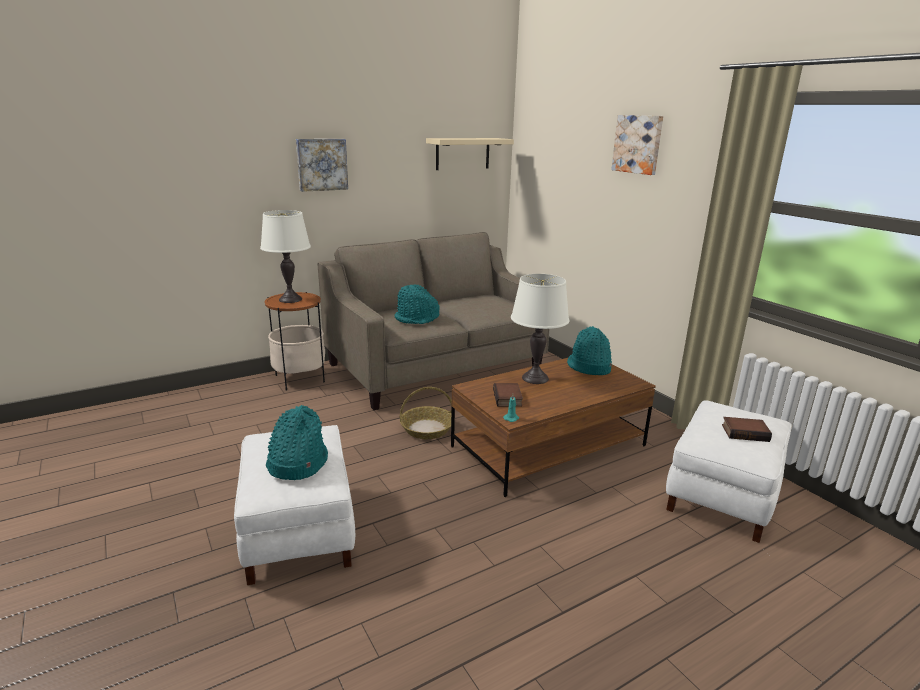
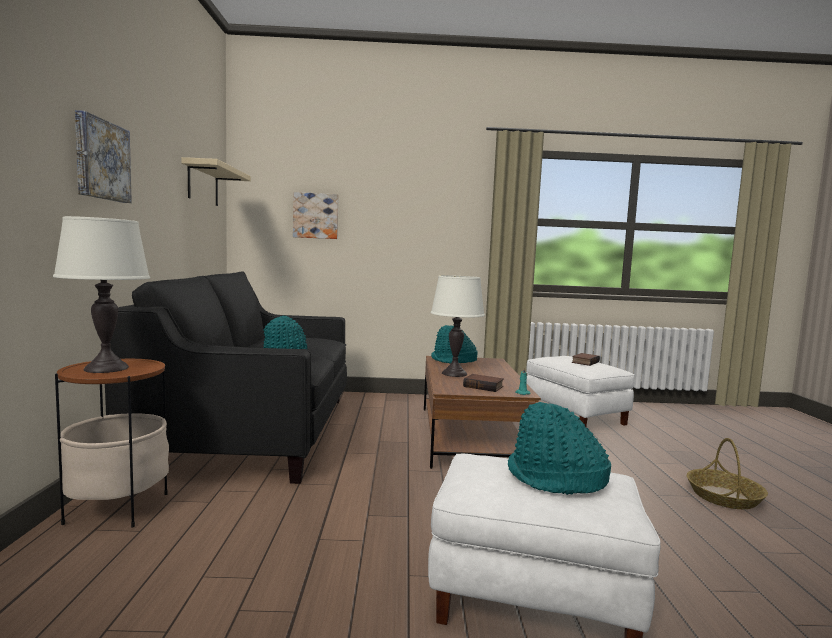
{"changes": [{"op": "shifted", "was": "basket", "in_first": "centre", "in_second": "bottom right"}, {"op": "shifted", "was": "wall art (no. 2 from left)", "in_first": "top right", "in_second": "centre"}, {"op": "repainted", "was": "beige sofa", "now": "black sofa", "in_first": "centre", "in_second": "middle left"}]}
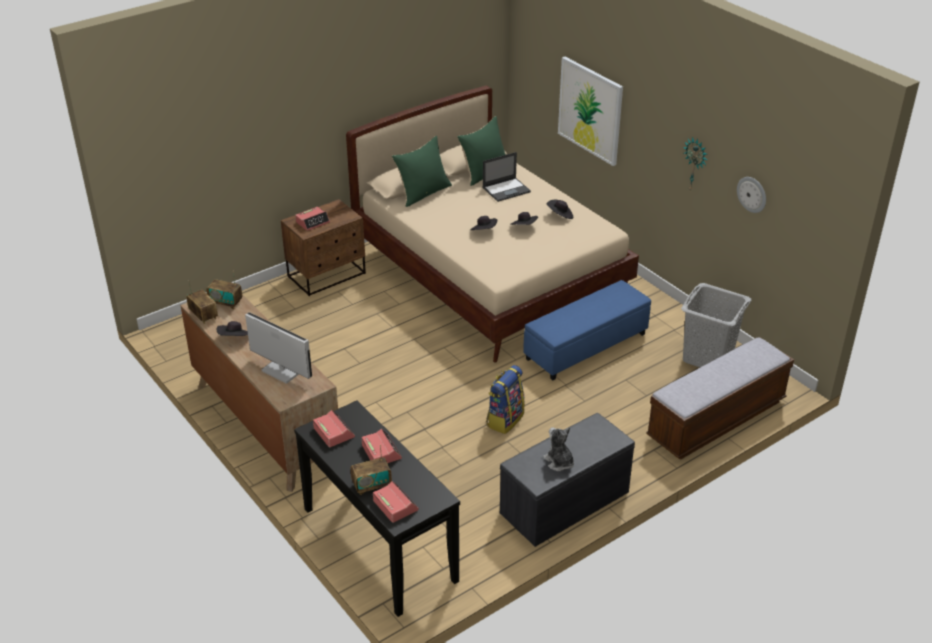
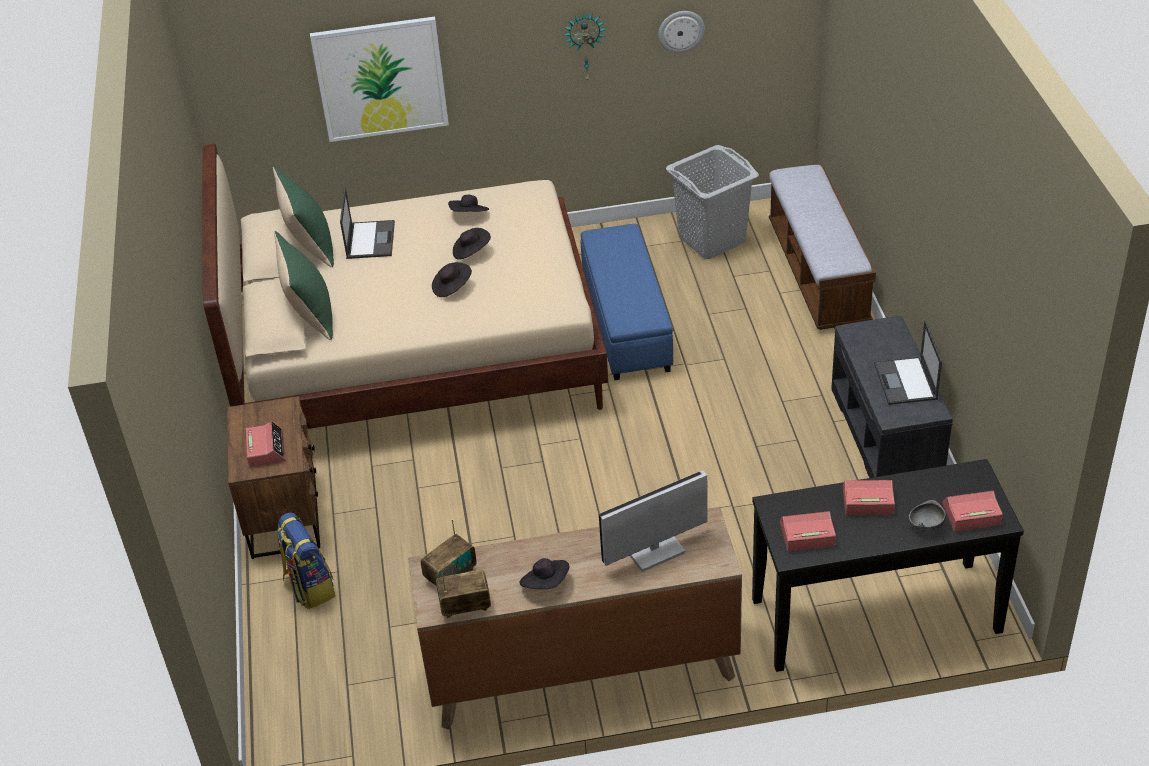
{"changes": [{"op": "shifted", "was": "backpack", "in_first": "centre", "in_second": "bottom left"}, {"op": "swapped", "was": "radio (no. 3 from left)", "now": "greyish deep dish", "in_first": "bottom centre", "in_second": "bottom right"}, {"op": "swapped", "was": "cuddly toy", "now": "portable computer (no. 2 from left)", "in_first": "bottom centre", "in_second": "middle right"}]}
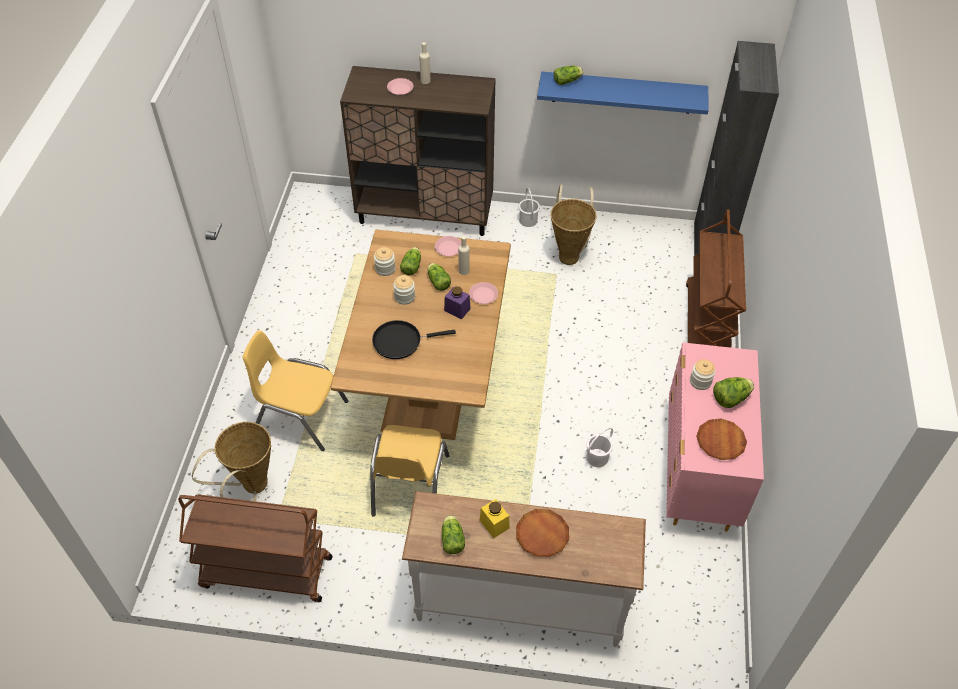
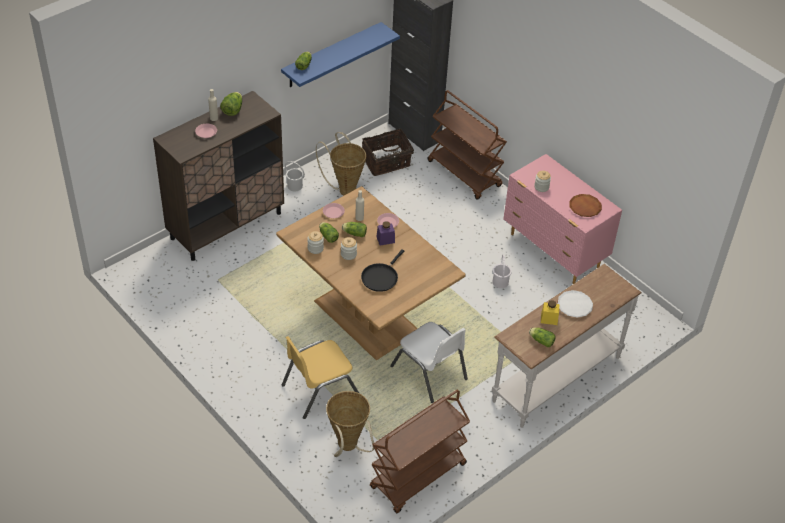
{"changes": [{"op": "new", "now": "basket (no. 3 from left)", "in_second": "top centre"}, {"op": "shifted", "was": "head of lettuce (no. 5 from left in the first image)", "now": "head of lettuce (no. 1 from left)", "in_first": "middle right", "in_second": "top left"}, {"op": "repainted", "was": "yellow-coloured plain chair (no. 2 from left)", "now": "white plain chair", "in_first": "bottom centre", "in_second": "bottom centre"}, {"op": "repainted", "was": "brownish flat dish (no. 1 from left)", "now": "white flat dish", "in_first": "bottom centre", "in_second": "middle right"}]}
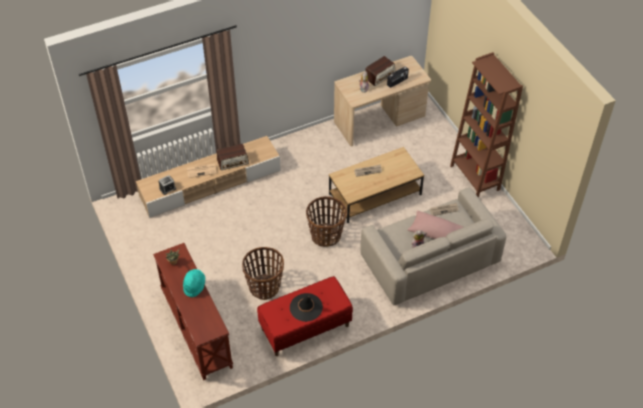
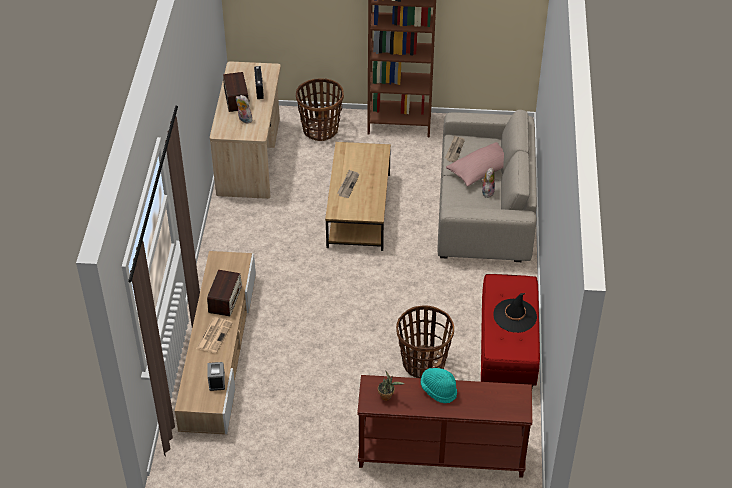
{"changes": [{"op": "shifted", "was": "basket (no. 2 from left in the first image)", "now": "basket (no. 1 from left)", "in_first": "centre", "in_second": "top centre"}]}
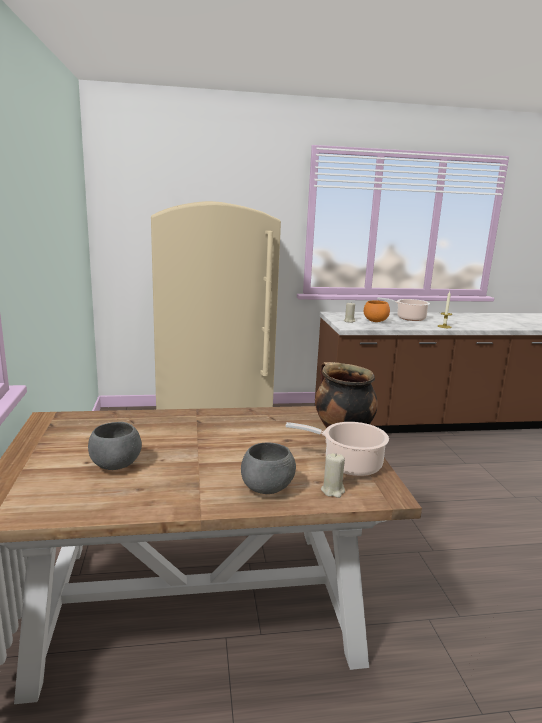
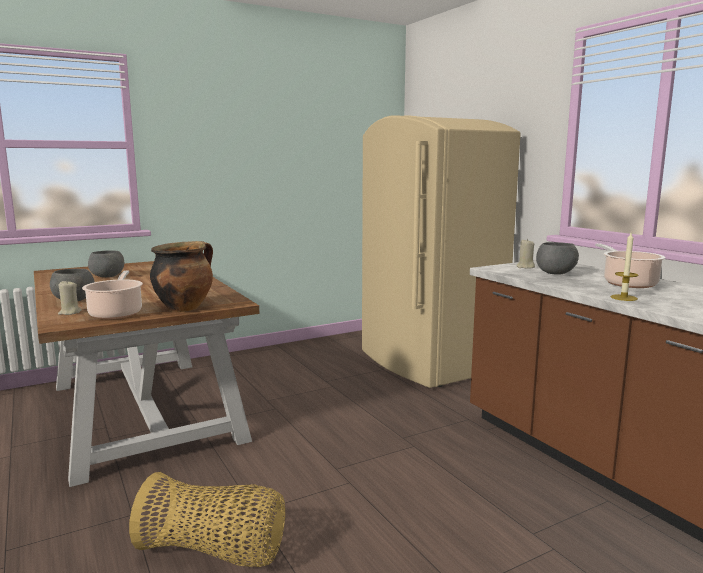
{"changes": [{"op": "new", "now": "basket", "in_second": "bottom left"}, {"op": "repainted", "was": "orange-coloured deep dish", "now": "greyish deep dish (no. 3 from left)", "in_first": "middle right", "in_second": "middle right"}]}
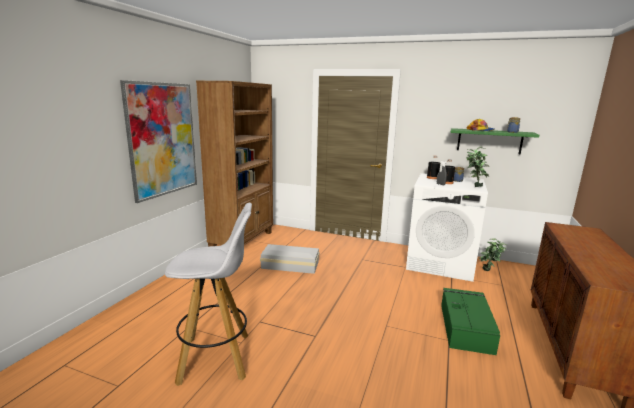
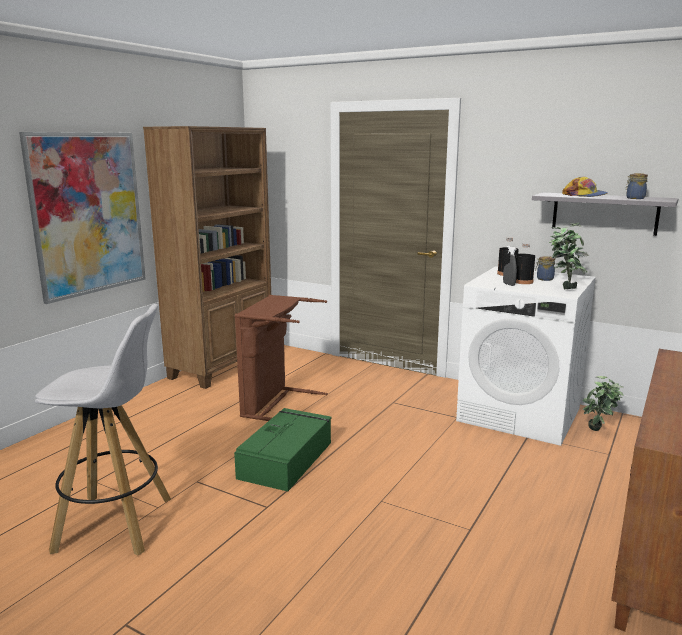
{"changes": [{"op": "shifted", "was": "green-coloured storage container", "in_first": "bottom right", "in_second": "bottom centre"}, {"op": "swapped", "was": "white storage container", "now": "brownish washing basket", "in_first": "centre", "in_second": "centre"}, {"op": "repainted", "was": "green-coloured shelf", "now": "greyish shelf", "in_first": "middle right", "in_second": "middle right"}]}
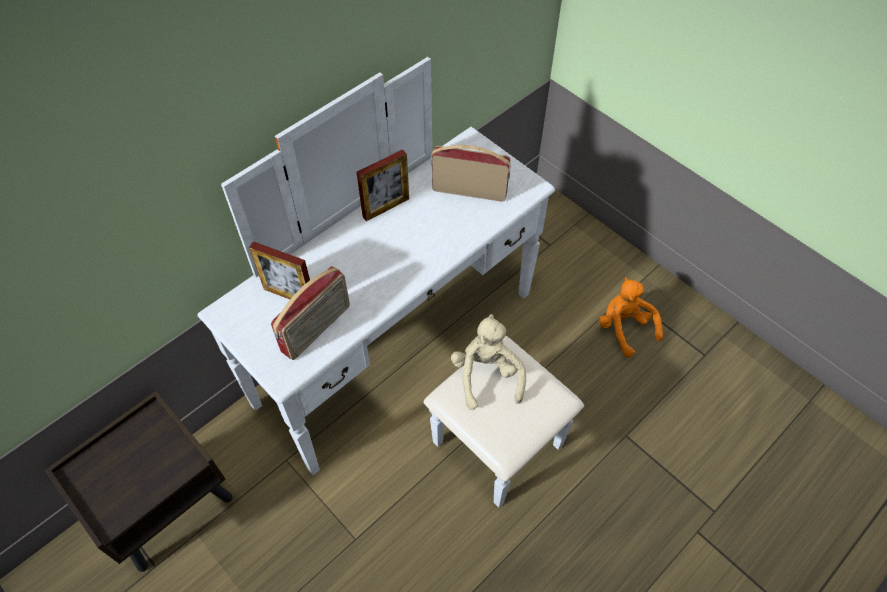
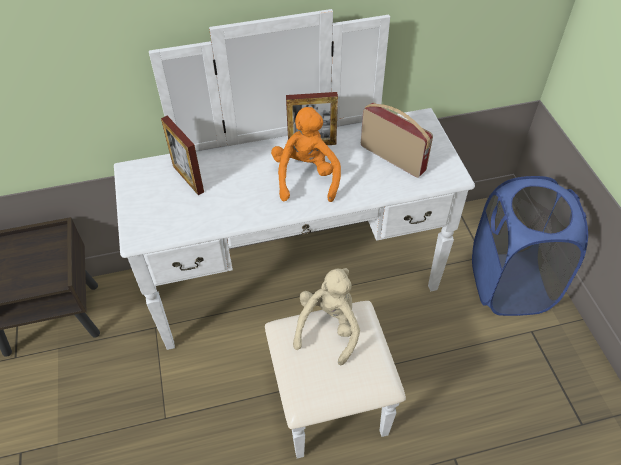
{"changes": [{"op": "gone", "was": "radio (no. 1 from left)", "in_first": "centre"}, {"op": "new", "now": "blue washing basket", "in_second": "middle right"}, {"op": "shifted", "was": "orange-coloured cuddly toy", "in_first": "middle right", "in_second": "top centre"}]}
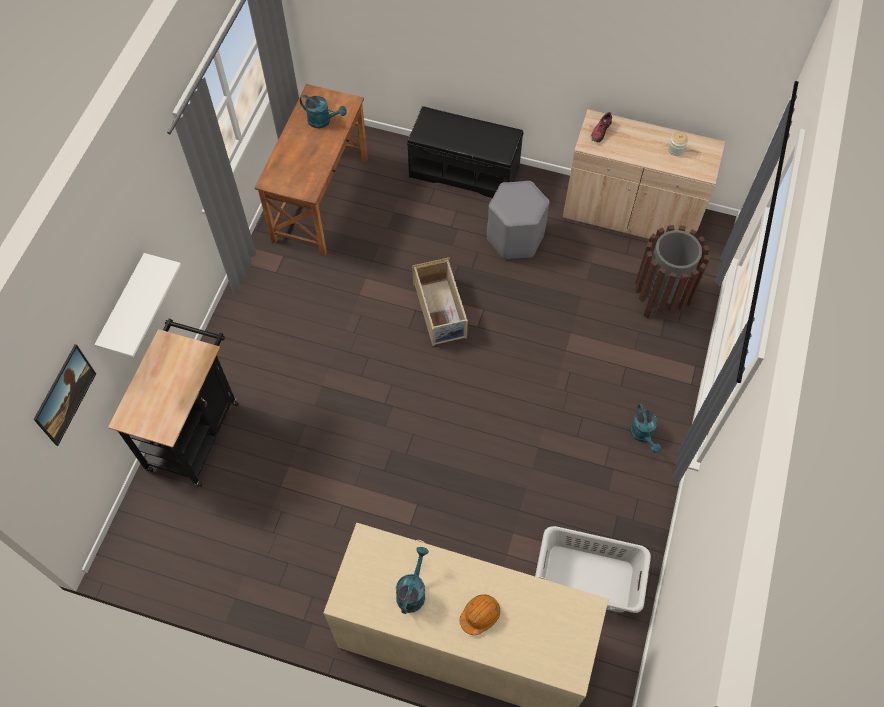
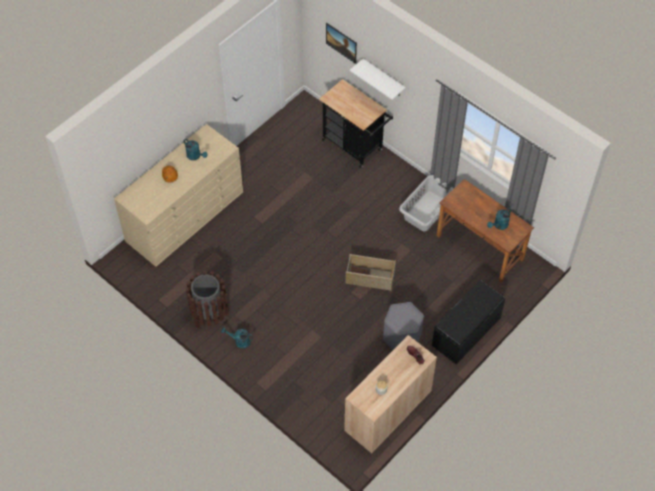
{"changes": [{"op": "shifted", "was": "greyish washing basket", "in_first": "bottom right", "in_second": "centre"}, {"op": "shifted", "was": "brownish rubbish bin", "in_first": "middle right", "in_second": "middle left"}]}
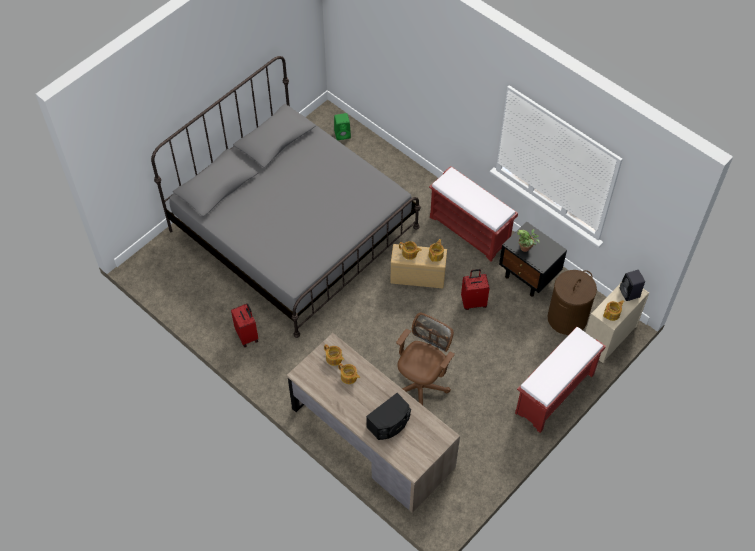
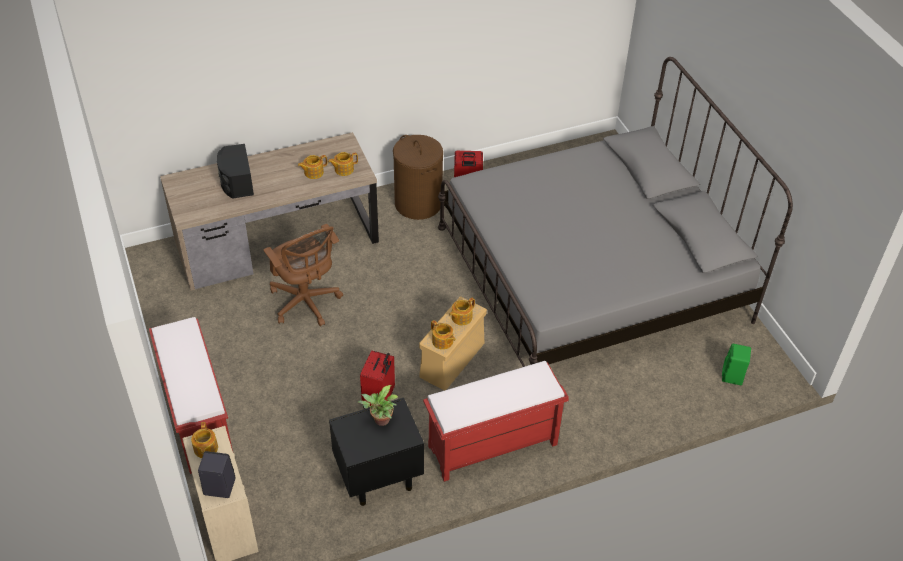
{"changes": [{"op": "shifted", "was": "brownish washing basket", "in_first": "middle right", "in_second": "top centre"}]}
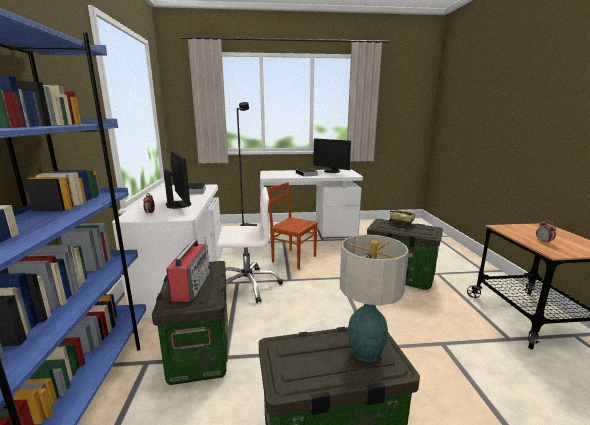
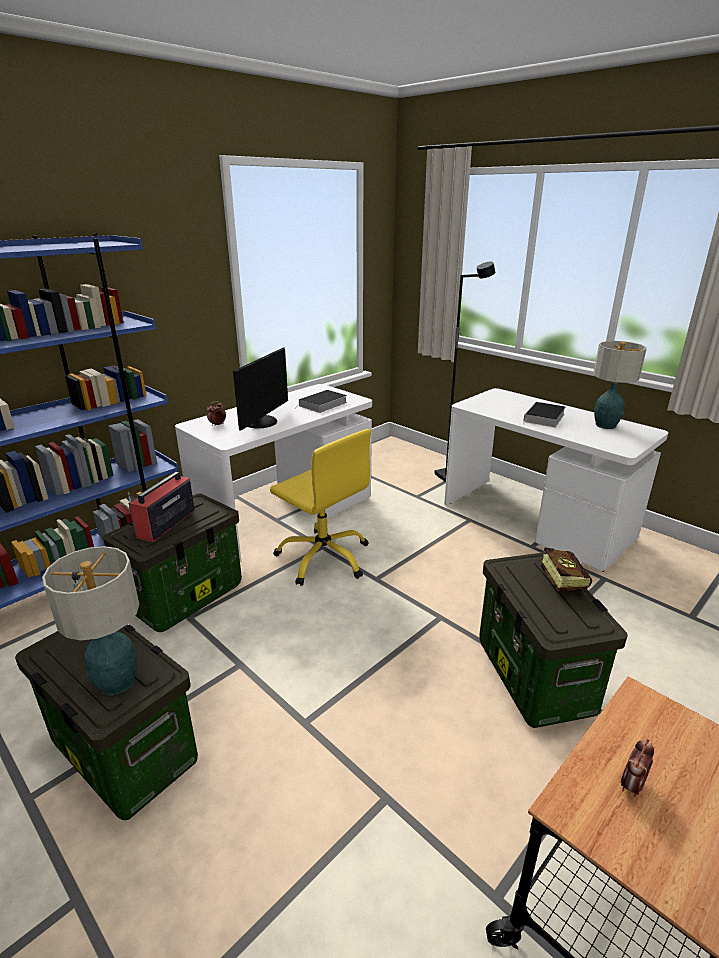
{"changes": [{"op": "gone", "was": "brownish plain chair", "in_first": "centre"}, {"op": "swapped", "was": "monitor (no. 2 from left)", "now": "table lamp (no. 2 from left)", "in_first": "centre", "in_second": "middle right"}, {"op": "repainted", "was": "white office chair", "now": "yellow-coloured office chair", "in_first": "centre", "in_second": "centre"}, {"op": "rotated", "was": "radio", "in_first": "middle left", "in_second": "middle left", "clockwise": 150}]}
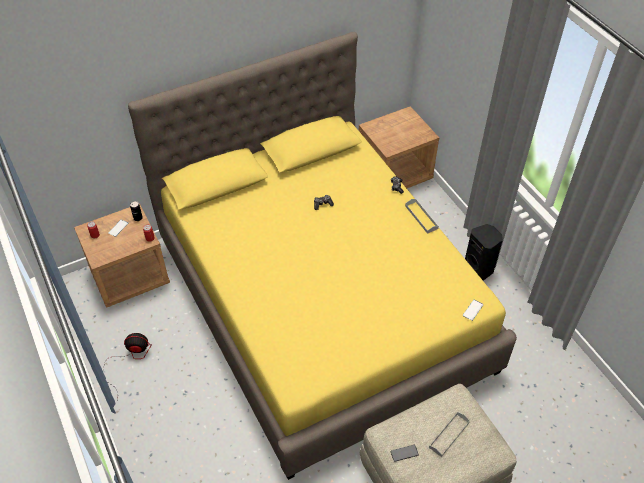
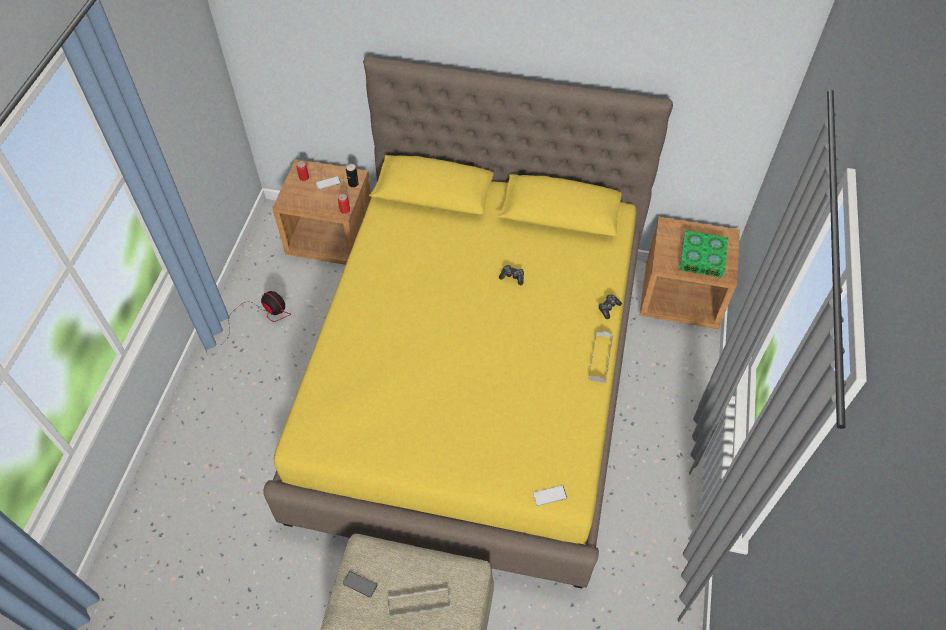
{"changes": [{"op": "gone", "was": "black speaker", "in_first": "middle right"}, {"op": "new", "now": "book", "in_second": "middle right"}]}
